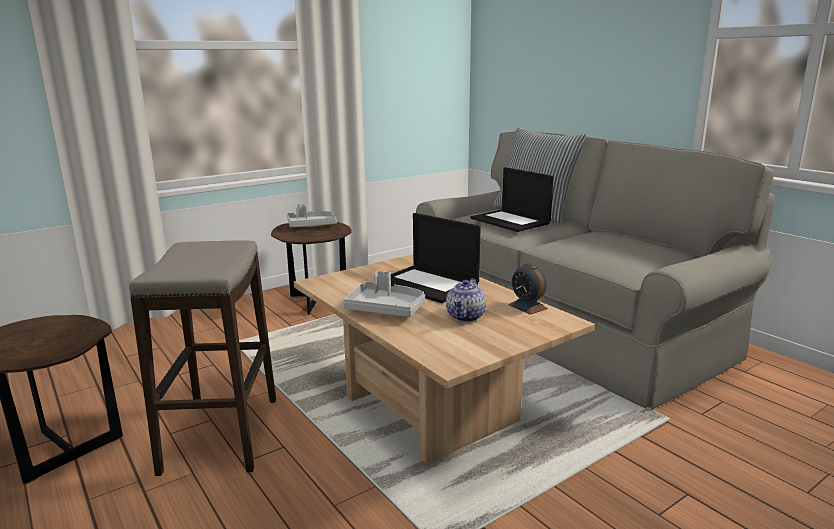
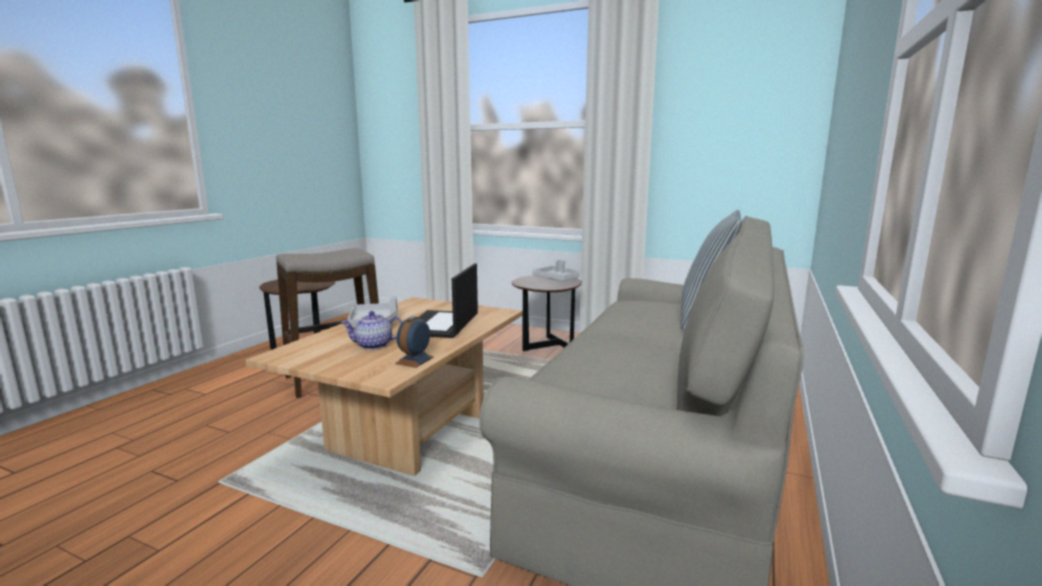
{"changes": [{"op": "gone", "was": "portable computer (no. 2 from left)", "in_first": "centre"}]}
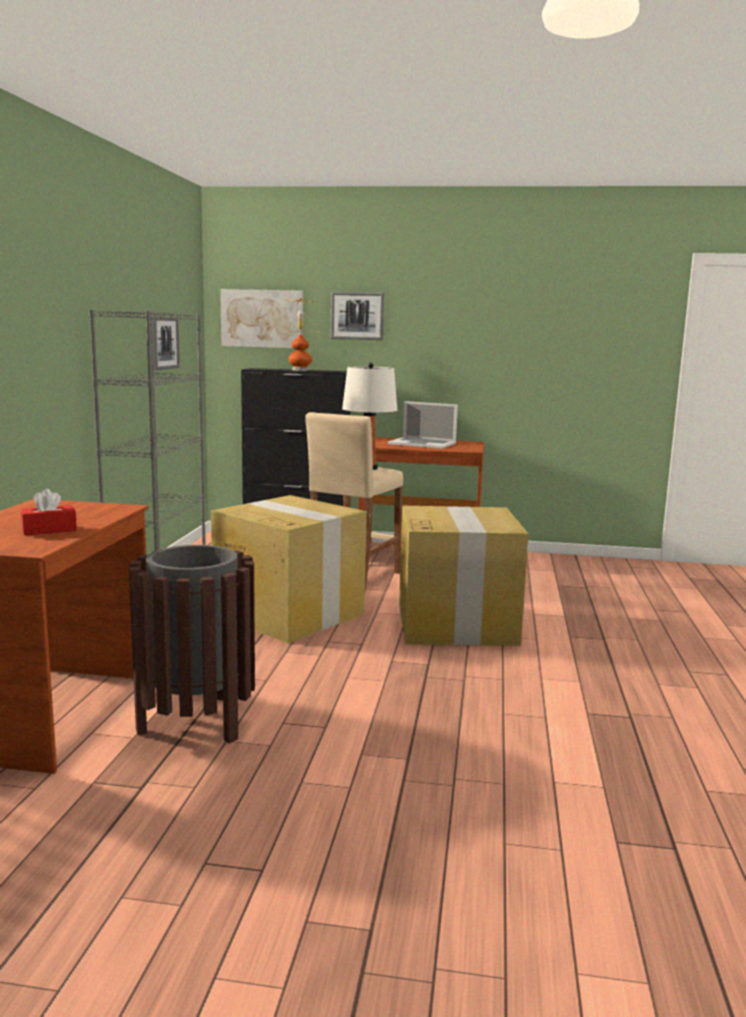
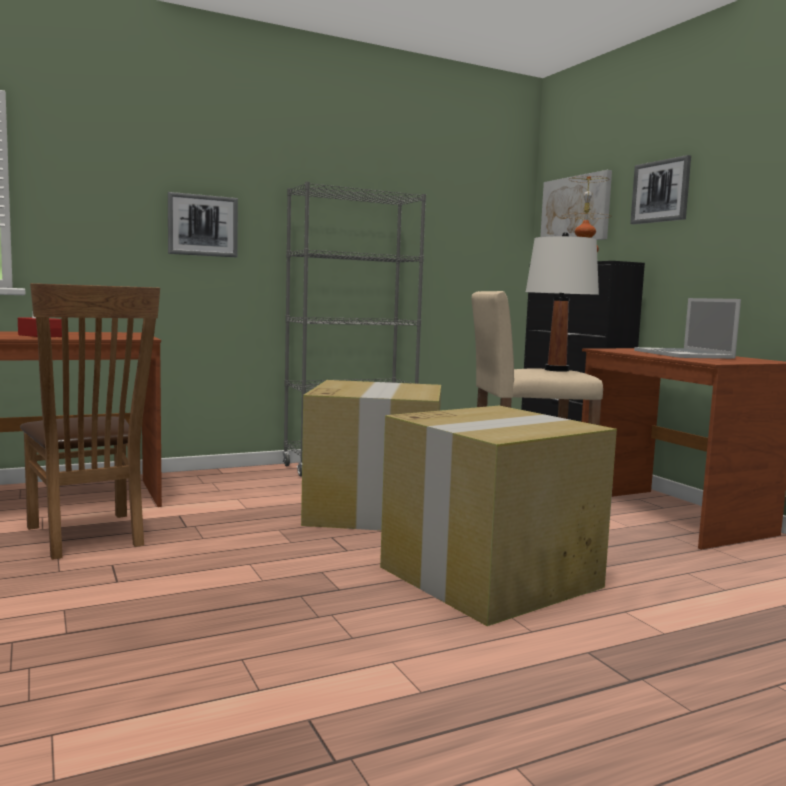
{"changes": [{"op": "shifted", "was": "wall art (no. 1 from left)", "in_first": "middle left", "in_second": "top left"}, {"op": "swapped", "was": "brownish rubbish bin", "now": "brownish plain chair", "in_first": "middle left", "in_second": "middle left"}]}
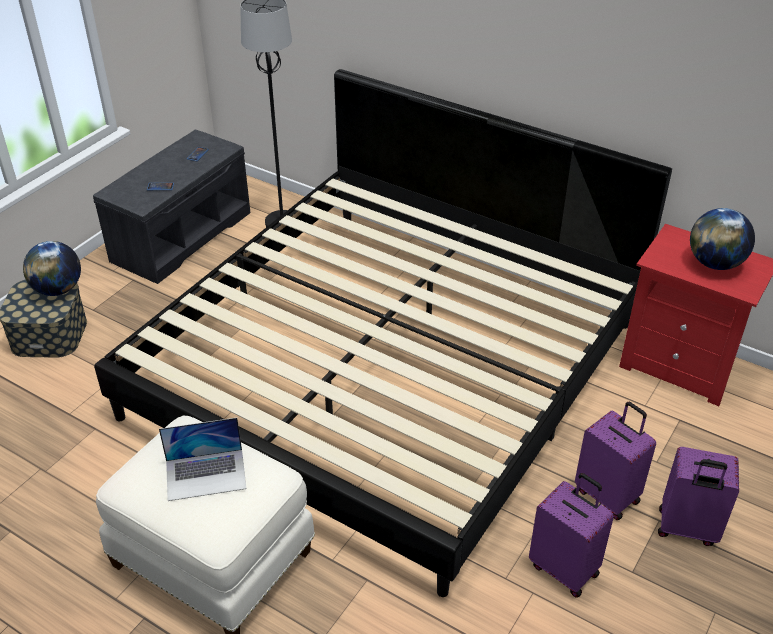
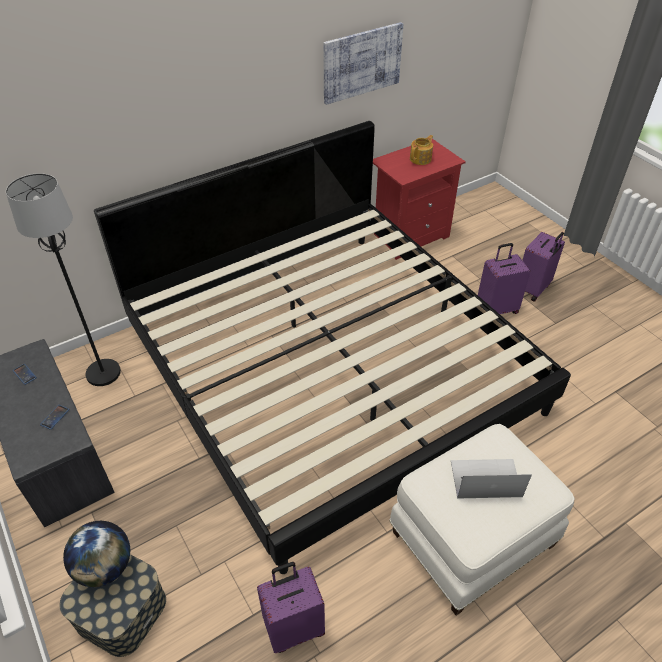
{"changes": [{"op": "new", "now": "wall art", "in_second": "top centre"}, {"op": "shifted", "was": "purple piece of luggage (no. 1 from left)", "in_first": "bottom right", "in_second": "bottom centre"}, {"op": "swapped", "was": "desk globe (no. 2 from left)", "now": "tea pot", "in_first": "middle right", "in_second": "top centre"}, {"op": "rotated", "was": "portable computer", "in_first": "bottom left", "in_second": "bottom right", "clockwise": -105}]}
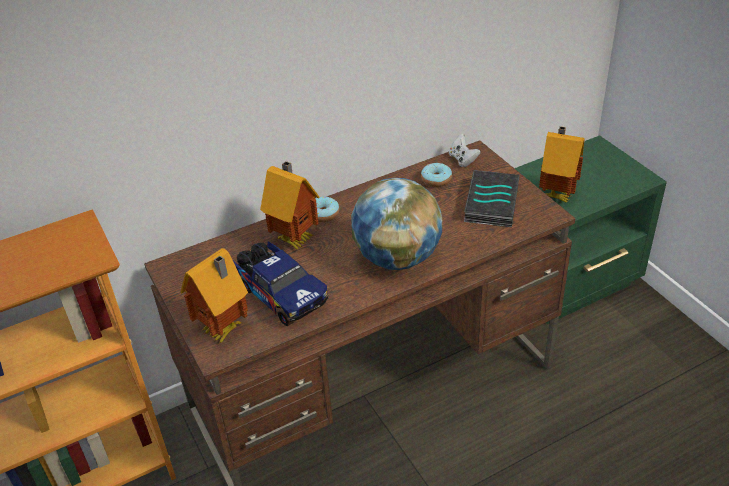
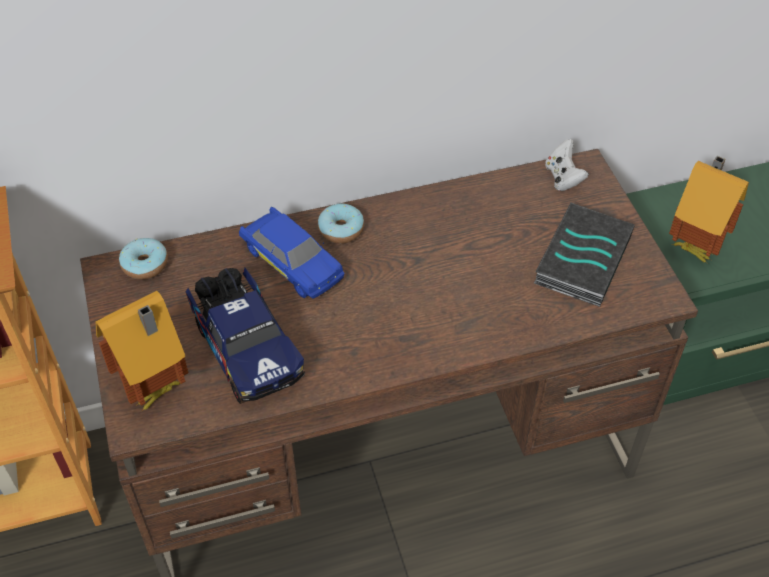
{"changes": [{"op": "gone", "was": "desk globe", "in_first": "centre"}, {"op": "shifted", "was": "ring doughnut (no. 2 from left in the first image)", "now": "ring doughnut (no. 1 from left)", "in_first": "centre", "in_second": "middle left"}, {"op": "swapped", "was": "miniature house (no. 2 from left)", "now": "blue toy car", "in_first": "centre", "in_second": "centre"}]}
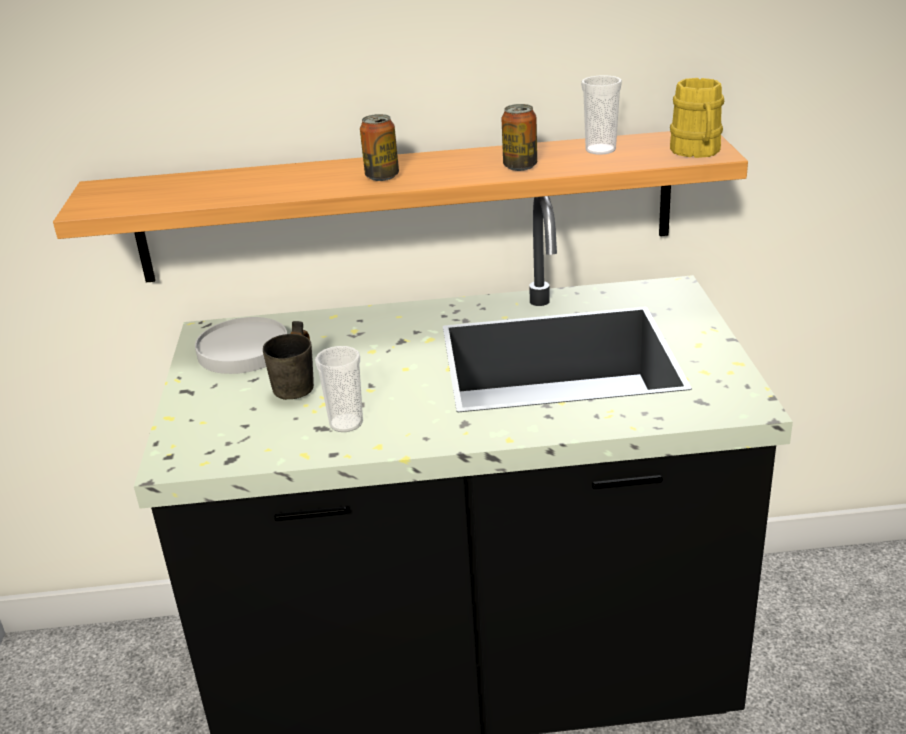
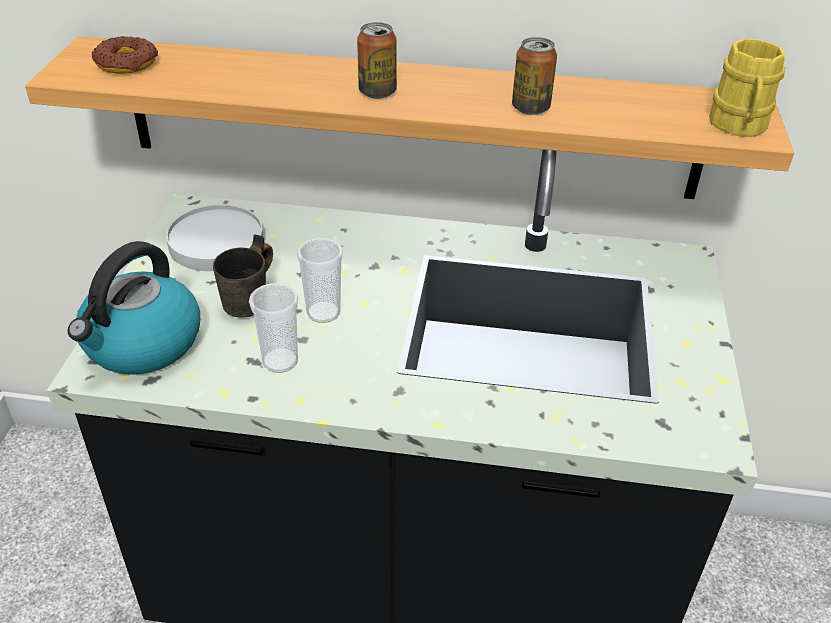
{"changes": [{"op": "new", "now": "tea kettle", "in_second": "middle left"}, {"op": "new", "now": "ring doughnut", "in_second": "top left"}, {"op": "shifted", "was": "drinking cup (no. 2 from left)", "in_first": "top centre", "in_second": "centre"}]}
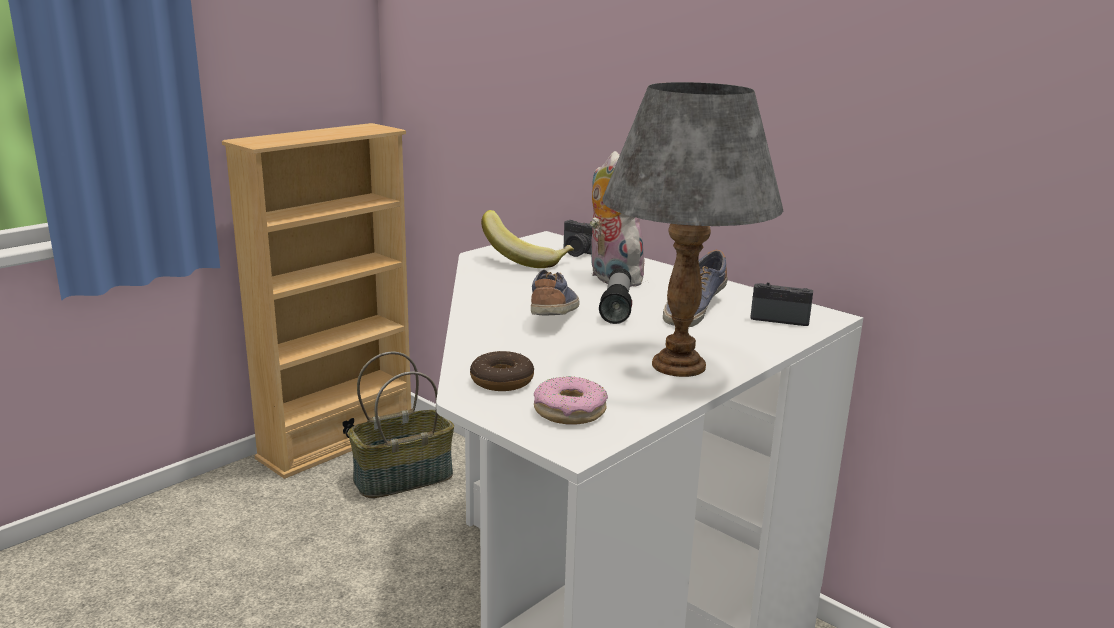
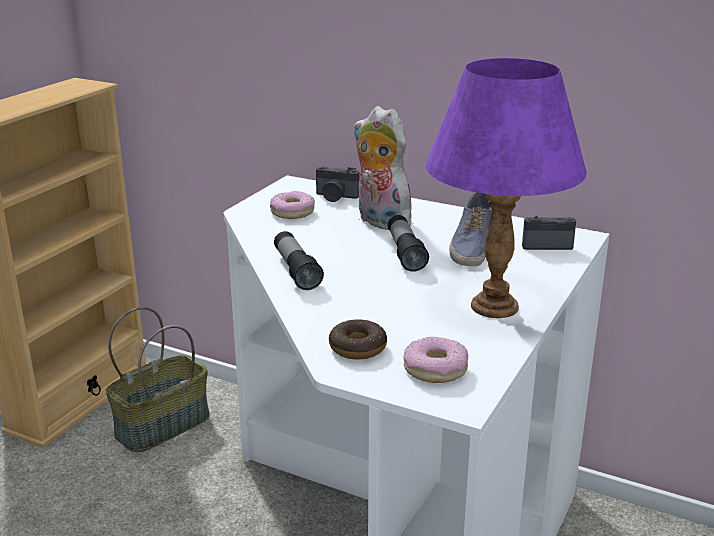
{"changes": [{"op": "gone", "was": "low shoe (no. 1 from left)", "in_first": "centre"}, {"op": "new", "now": "torch (no. 1 from left)", "in_second": "centre"}, {"op": "swapped", "was": "banana", "now": "ring doughnut (no. 1 from left)", "in_first": "centre", "in_second": "centre"}, {"op": "repainted", "was": "greyish table lamp", "now": "purple table lamp", "in_first": "centre", "in_second": "middle right"}]}
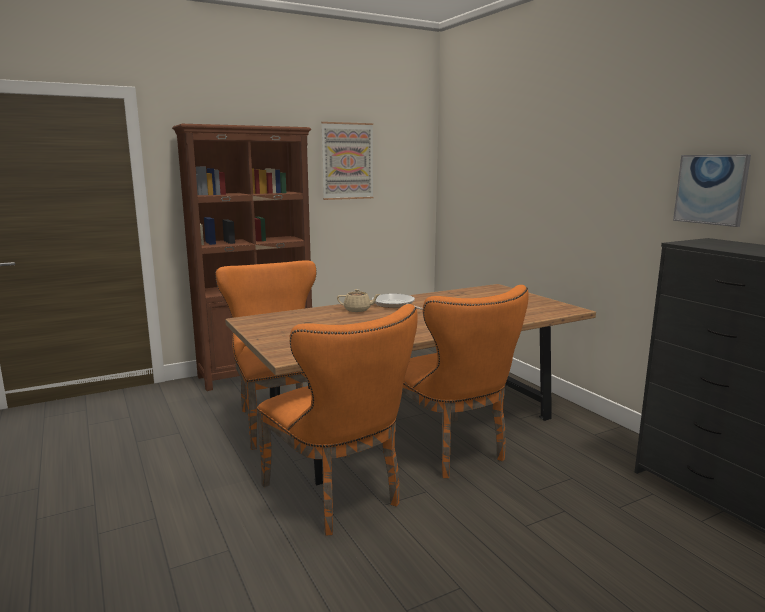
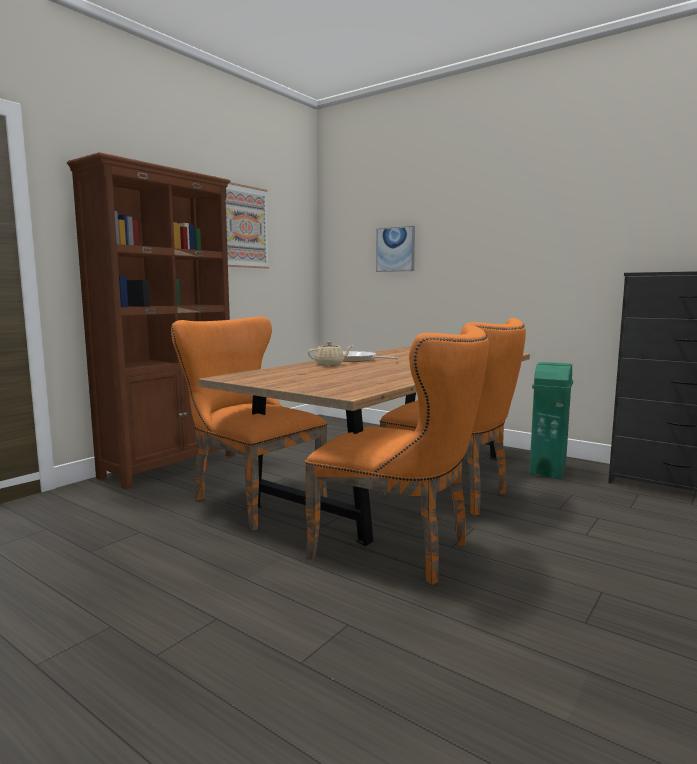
{"changes": [{"op": "new", "now": "green-coloured rubbish bin", "in_second": "middle right"}, {"op": "shifted", "was": "wall art (no. 2 from left)", "in_first": "top right", "in_second": "top centre"}]}
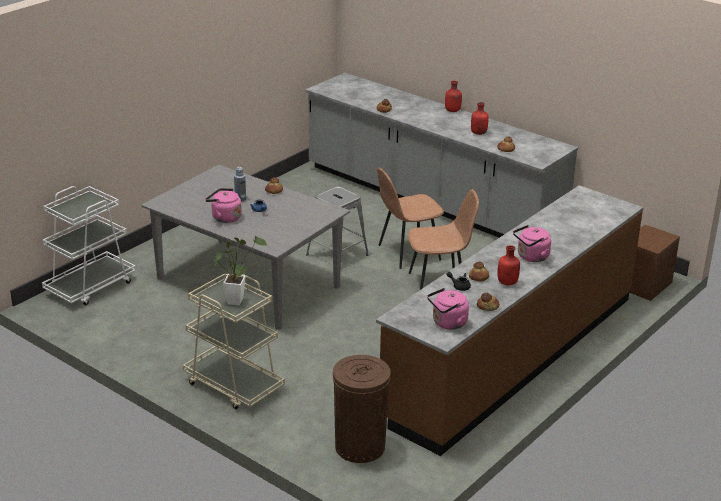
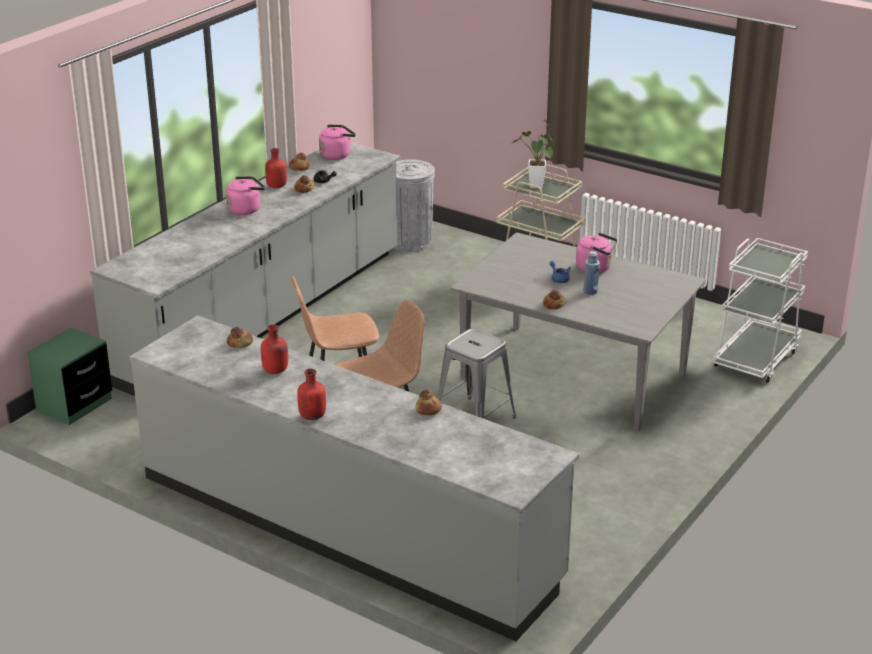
{"changes": [{"op": "repainted", "was": "brownish rubbish bin", "now": "greyish rubbish bin", "in_first": "bottom centre", "in_second": "top centre"}, {"op": "repainted", "was": "brownish kitchen base unit", "now": "greyish kitchen base unit (no. 1 from left)", "in_first": "middle right", "in_second": "middle left"}, {"op": "repainted", "was": "brownish bedside table", "now": "green-coloured bedside table", "in_first": "middle right", "in_second": "middle left"}]}
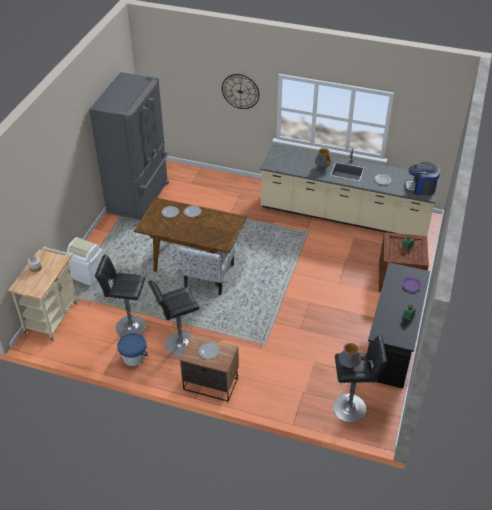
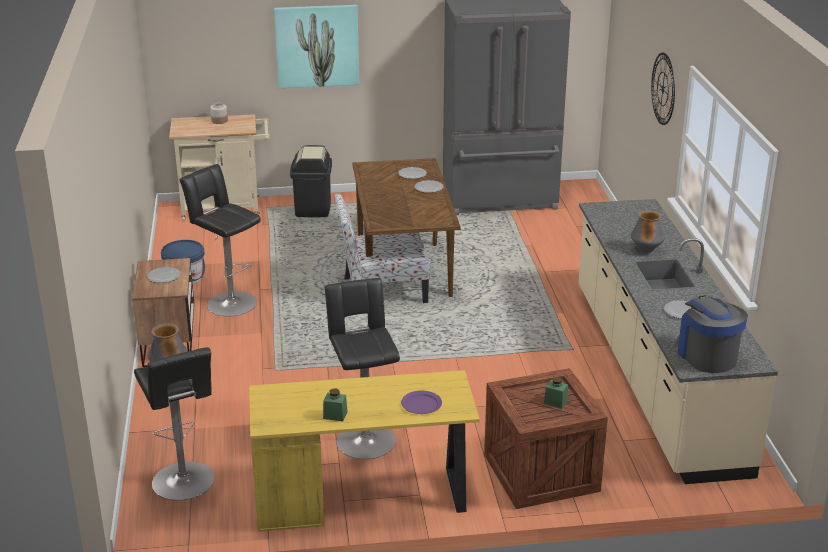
{"changes": [{"op": "new", "now": "wall art", "in_second": "top centre"}, {"op": "shifted", "was": "black sitting stool (no. 1 from left in the first image)", "now": "black sitting stool (no. 3 from left)", "in_first": "middle left", "in_second": "bottom centre"}, {"op": "repainted", "was": "white rubbish bin", "now": "black rubbish bin", "in_first": "middle left", "in_second": "top centre"}, {"op": "repainted", "was": "black desk unit", "now": "yellow-coloured desk unit", "in_first": "middle right", "in_second": "bottom centre"}]}
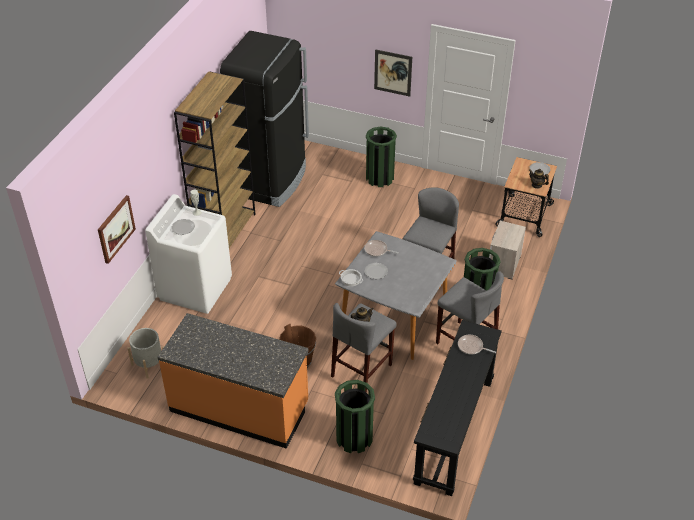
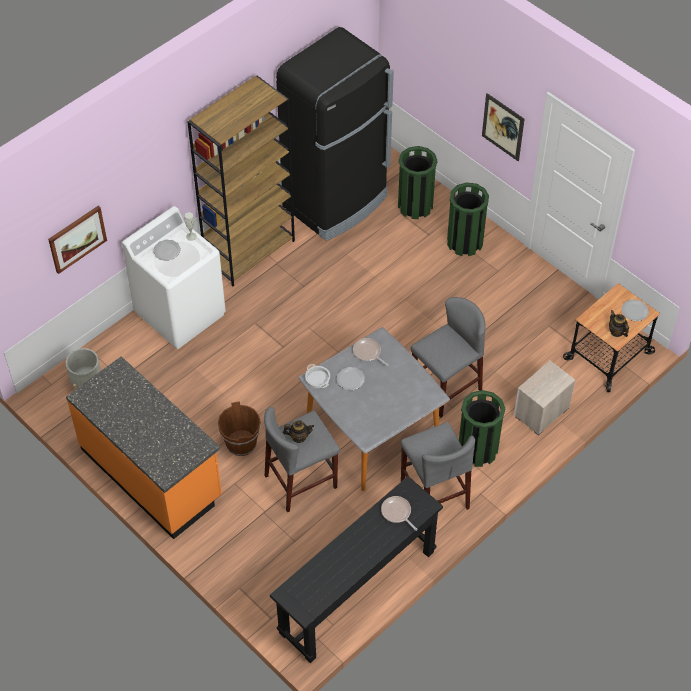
{"changes": [{"op": "shifted", "was": "green-coloured rubbish bin (no. 1 from left)", "in_first": "bottom centre", "in_second": "top centre"}]}
